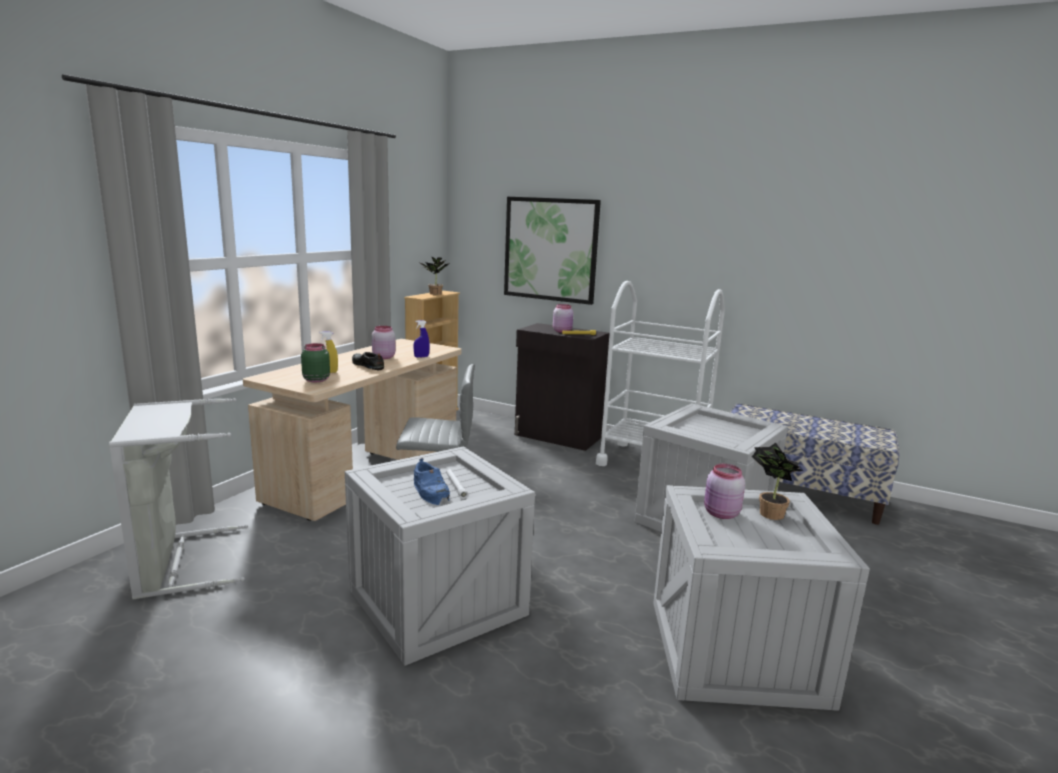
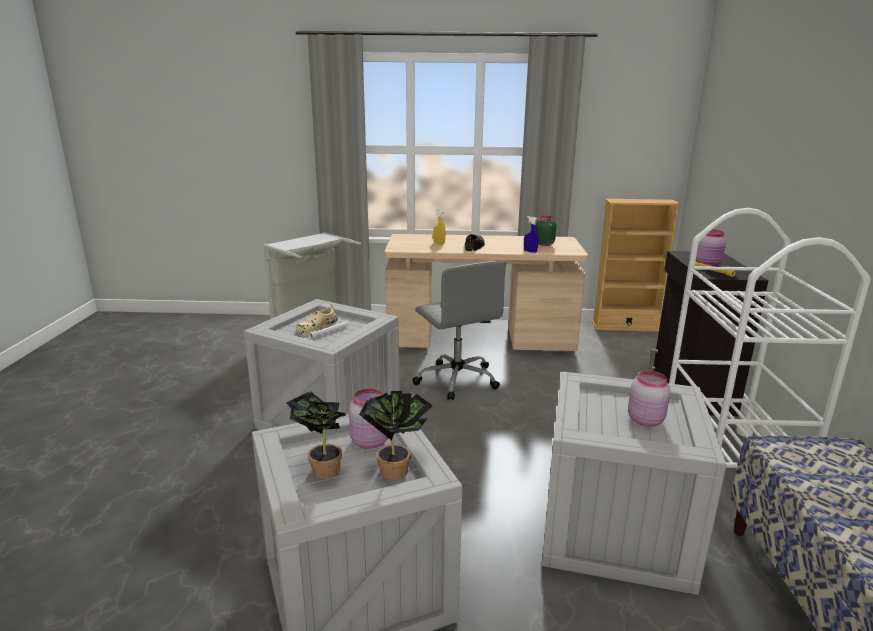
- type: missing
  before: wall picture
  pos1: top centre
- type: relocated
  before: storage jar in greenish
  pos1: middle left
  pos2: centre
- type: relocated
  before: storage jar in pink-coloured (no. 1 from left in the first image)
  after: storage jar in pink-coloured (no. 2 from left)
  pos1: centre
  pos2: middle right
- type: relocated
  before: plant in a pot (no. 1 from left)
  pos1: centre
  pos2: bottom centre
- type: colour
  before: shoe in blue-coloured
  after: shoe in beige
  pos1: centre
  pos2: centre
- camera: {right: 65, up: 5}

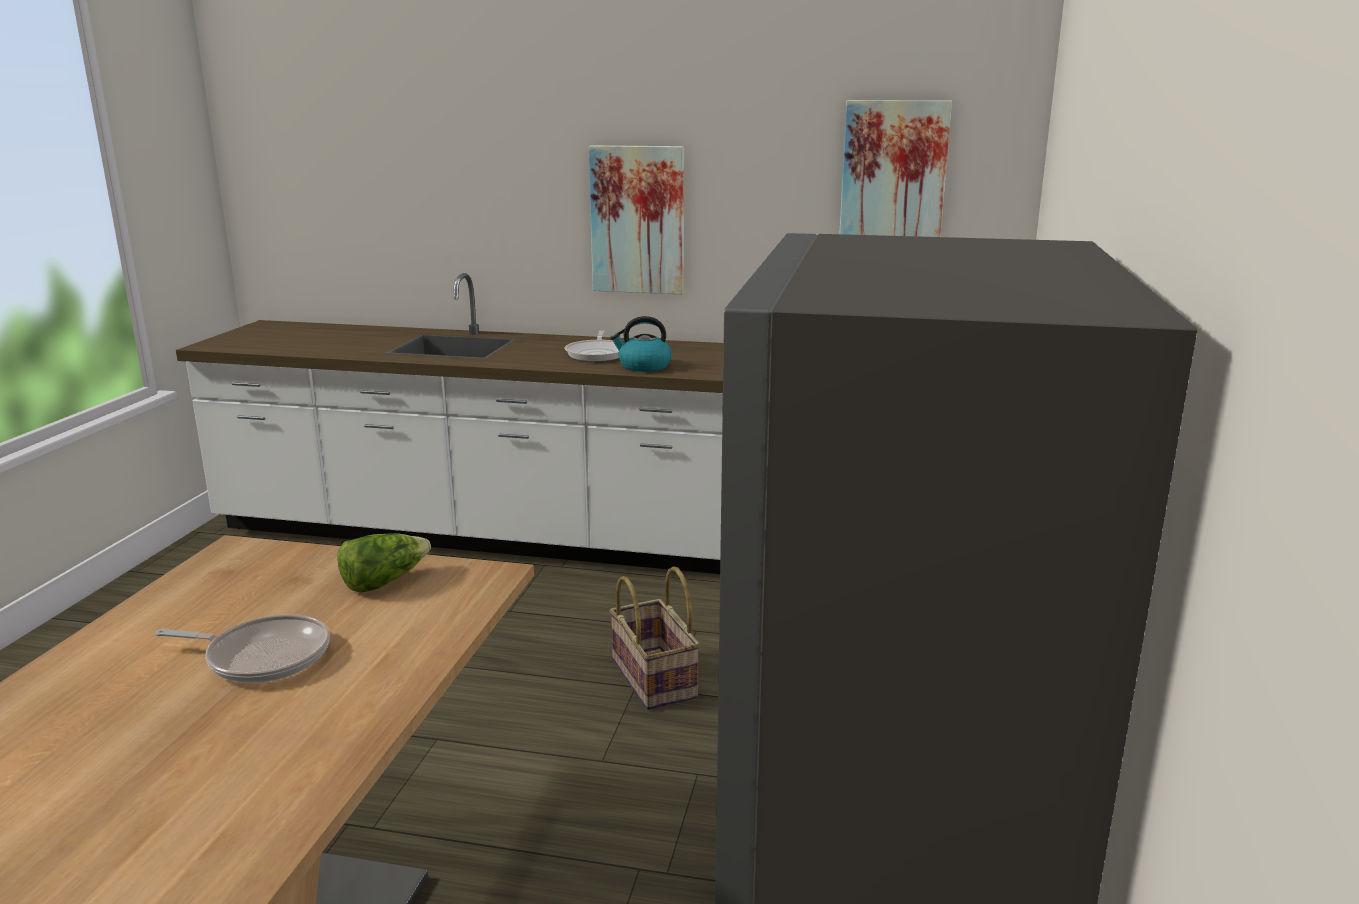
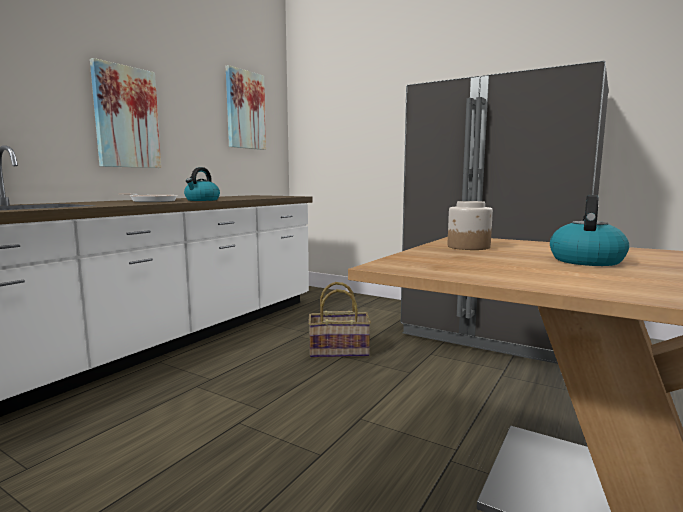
- type: exchanged
  before: frying pan (no. 1 from left)
  after: water kettle (no. 2 from left)
  pos1: bottom left
  pos2: middle right
- type: exchanged
  before: head of lettuce
  after: storage jar
  pos1: middle left
  pos2: middle right
- camera: {right: -70, up: -10}

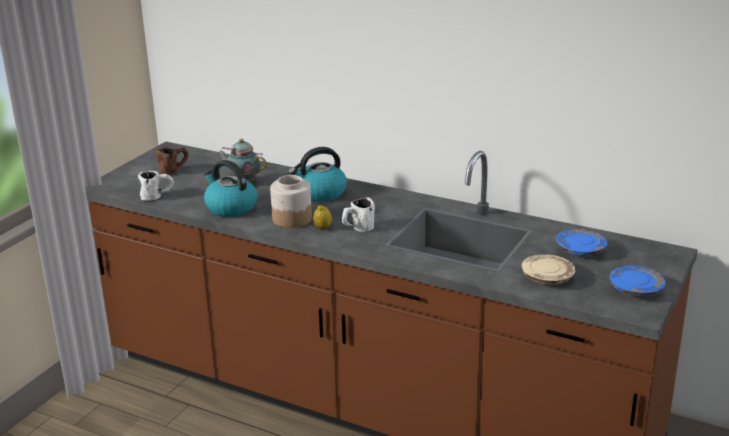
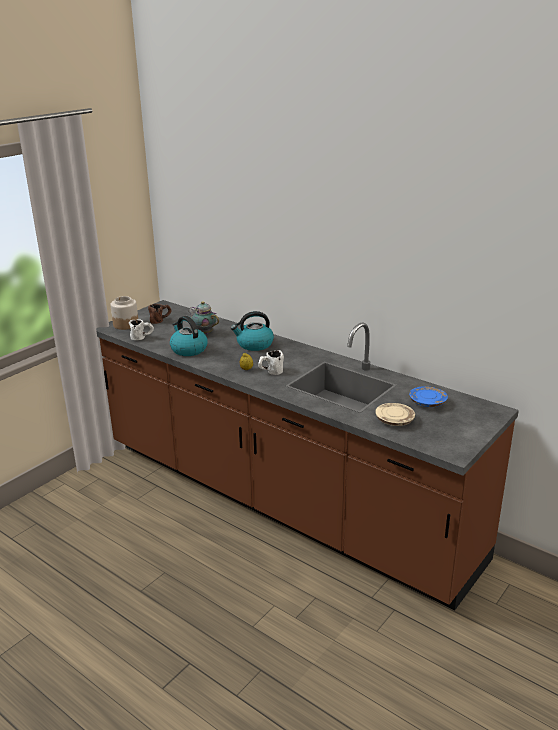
- type: missing
  before: plate in blue-coloured (no. 2 from left)
  pos1: middle right
- type: relocated
  before: storage jar
  pos1: centre
  pos2: middle left
- camera: {right: 10, up: 0}

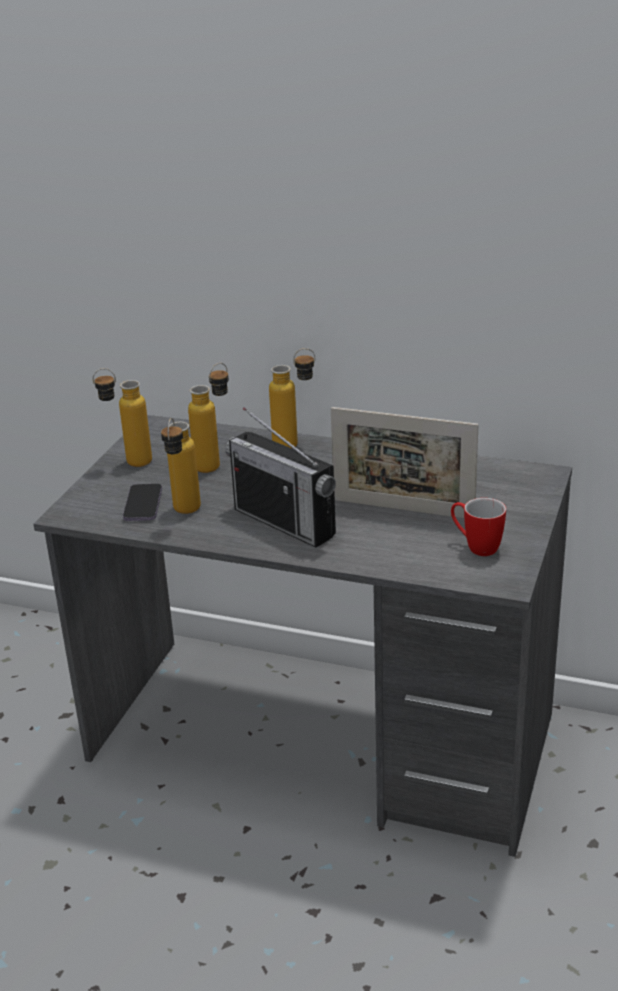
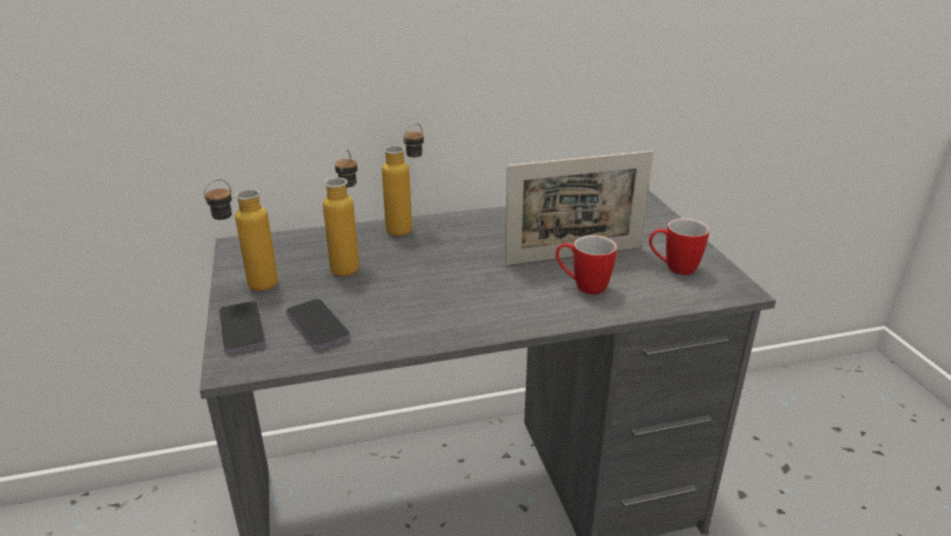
- type: missing
  before: bottle (no. 2 from left)
  pos1: middle left
- type: missing
  before: radio set
  pos1: centre
- type: appeared
  after: telephone (no. 1 from left)
  pos2: middle left
- type: appeared
  after: mug (no. 1 from left)
  pos2: centre
- camera: {right: -35, up: 0}

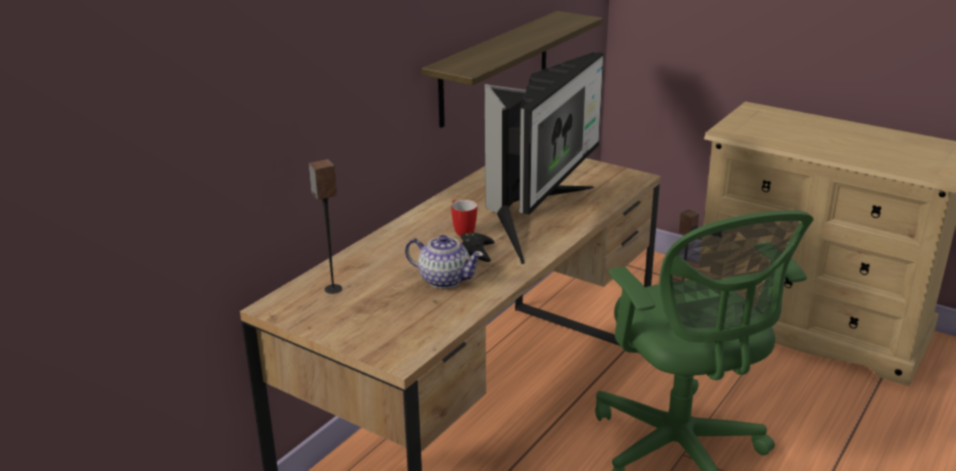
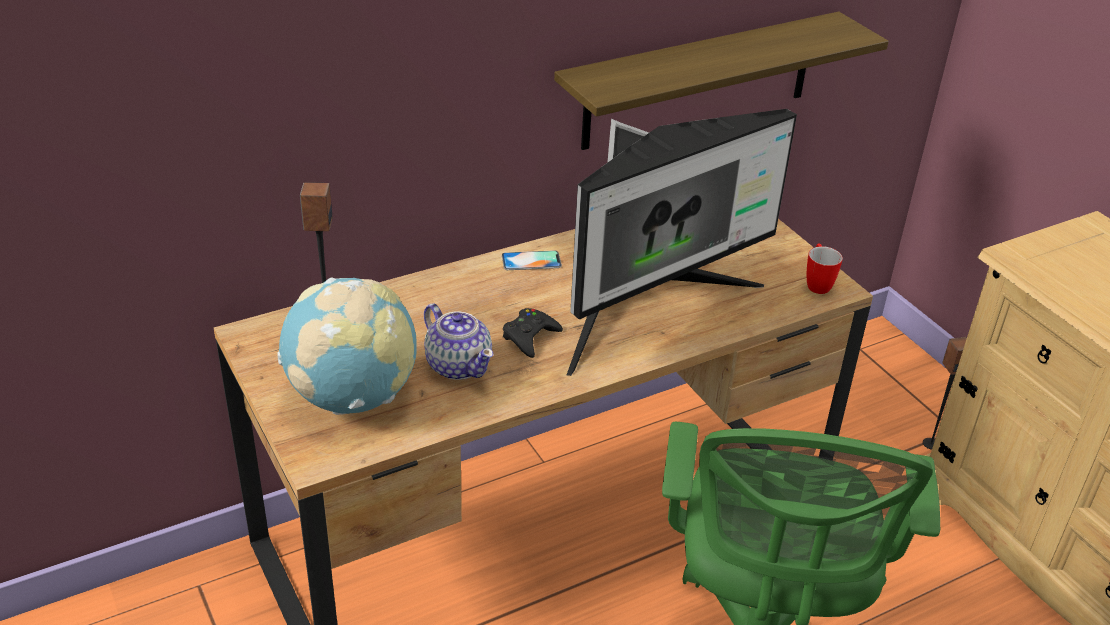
- type: appeared
  after: world globe
  pos2: middle left
- type: appeared
  after: telephone
  pos2: centre
- type: relocated
  before: mug
  pos1: centre
  pos2: middle right
- camera: {right: 25, up: 10}

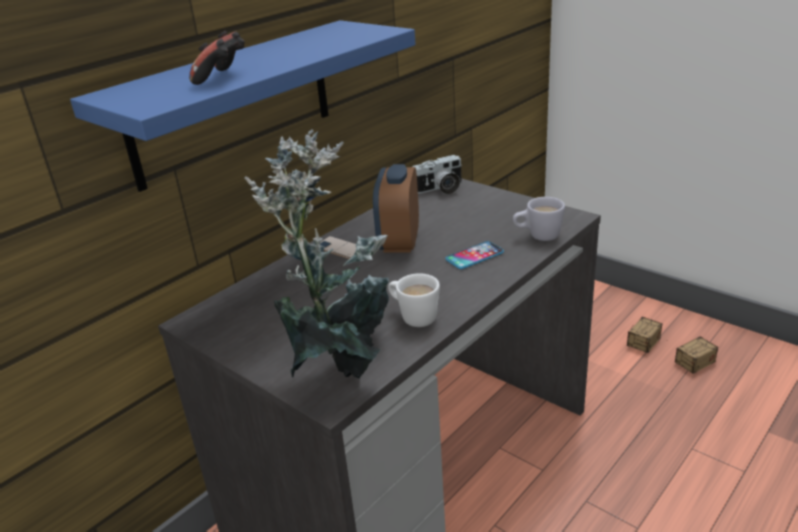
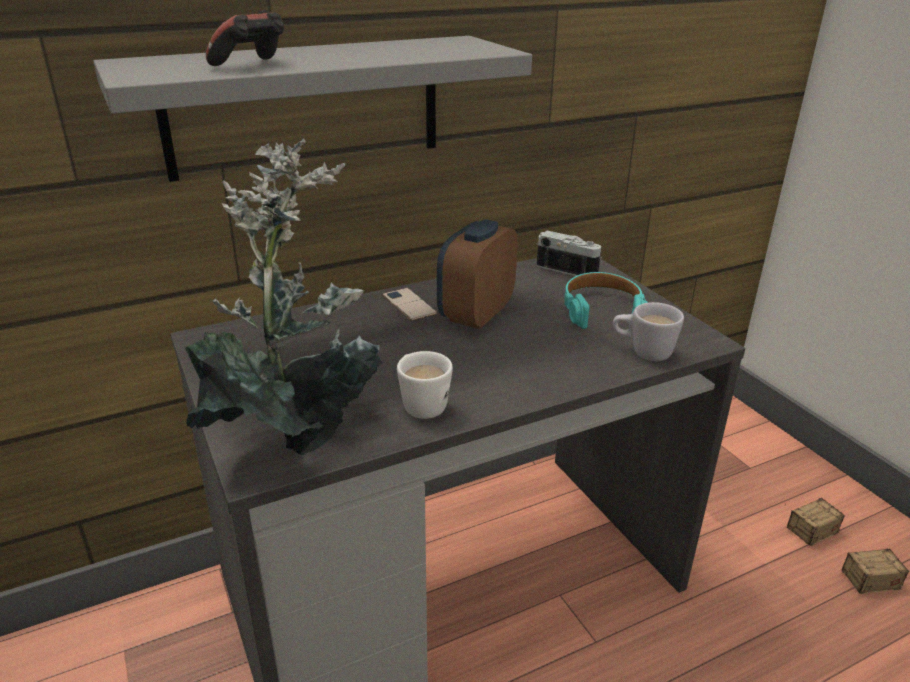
- type: missing
  before: telephone (no. 2 from left)
  pos1: centre
- type: appeared
  after: pair of headphones in blue-green
  pos2: centre
- type: colour
  before: bracket shelf in blue-coloured
  after: bracket shelf in gray
  pos1: top left
  pos2: top centre
- type: spun
  before: still camera
  pos1: top centre
  pos2: centre
  turn: -150
- camera: {right: 20, up: 0}

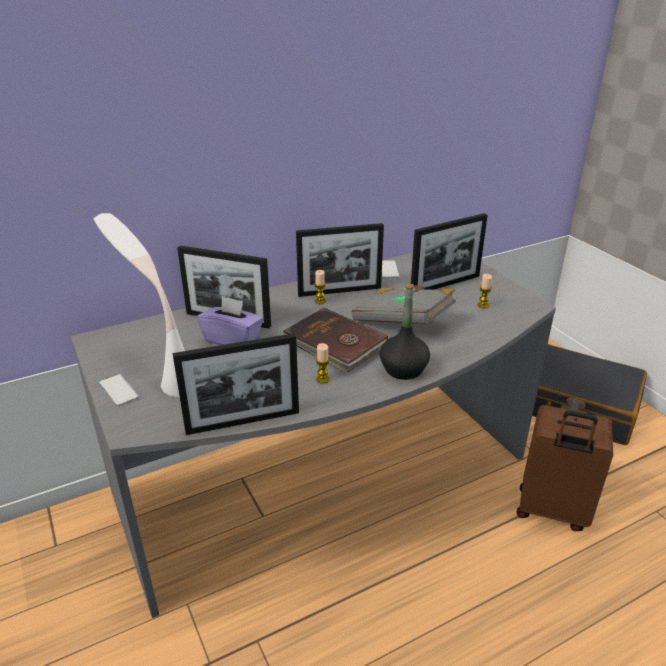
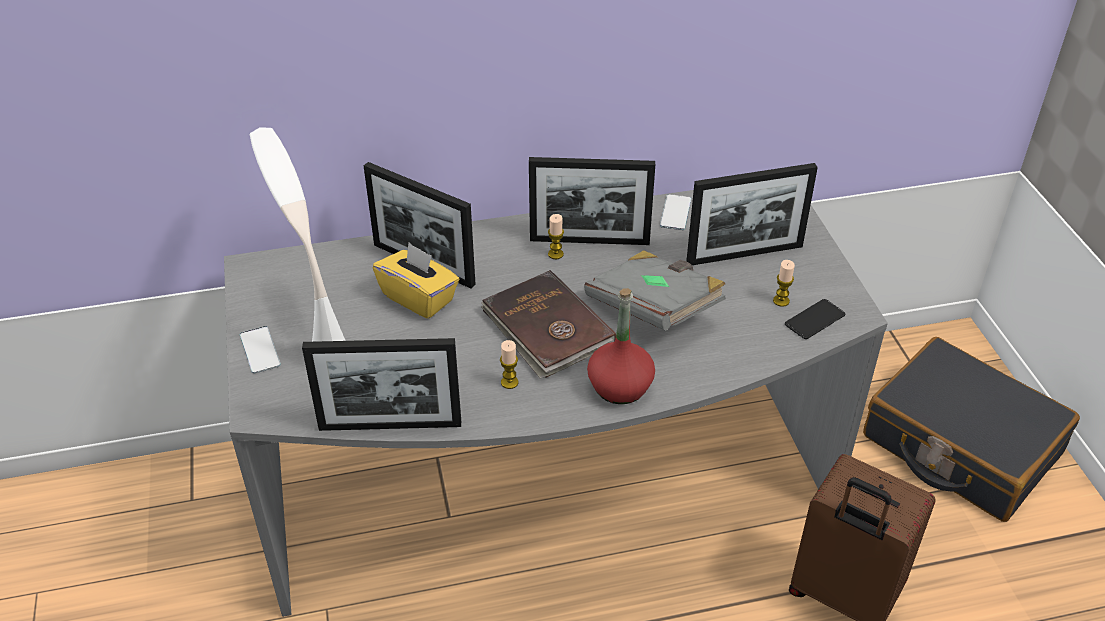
- type: appeared
  after: telephone (no. 3 from left)
  pos2: middle right
- type: colour
  before: tissue holder in purplish
  after: tissue holder in yellow
  pos1: centre
  pos2: centre
- type: colour
  before: bottle in black
  after: bottle in red
  pos1: centre
  pos2: centre
- camera: {right: 15, up: 10}

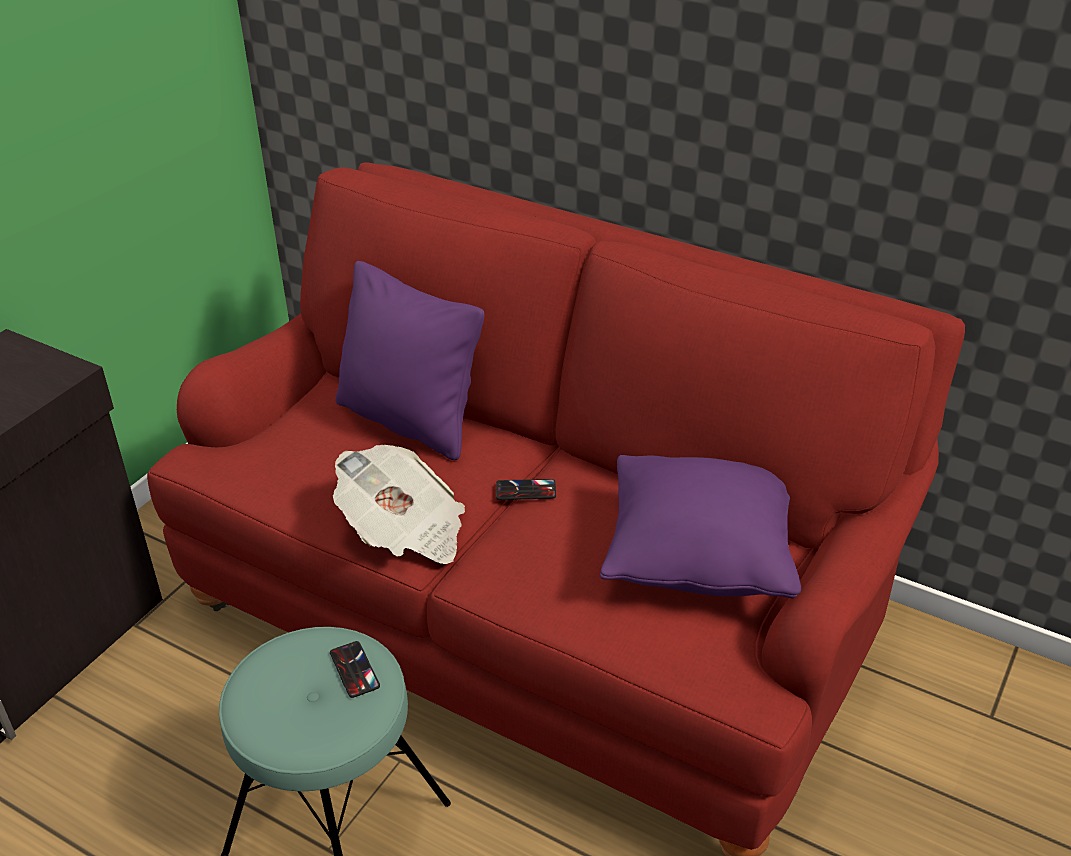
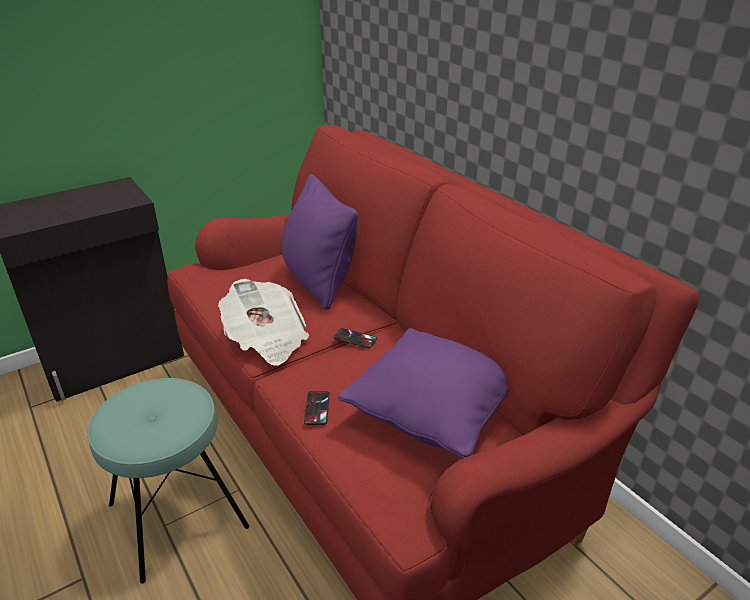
- type: relocated
  before: telephone (no. 1 from left)
  pos1: bottom left
  pos2: bottom centre
- camera: {right: 25, up: -5}

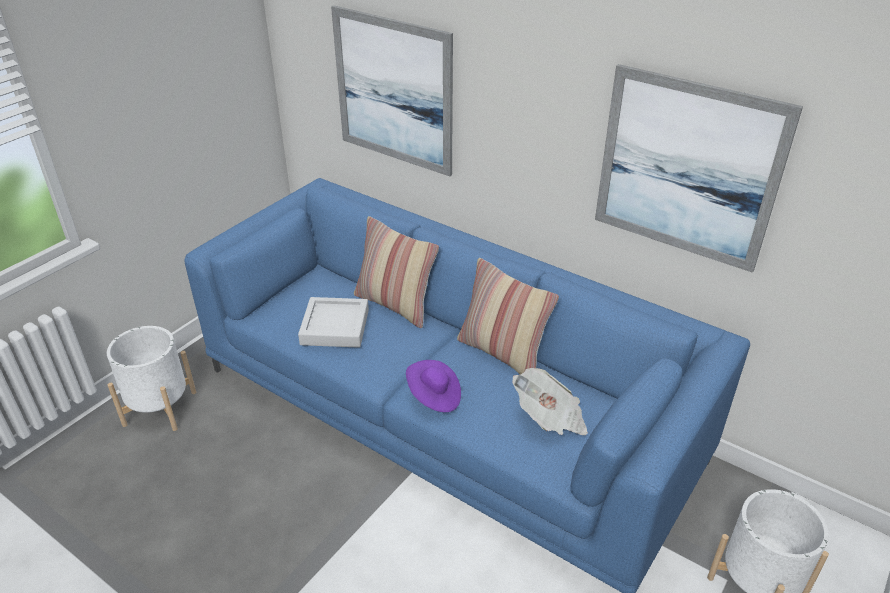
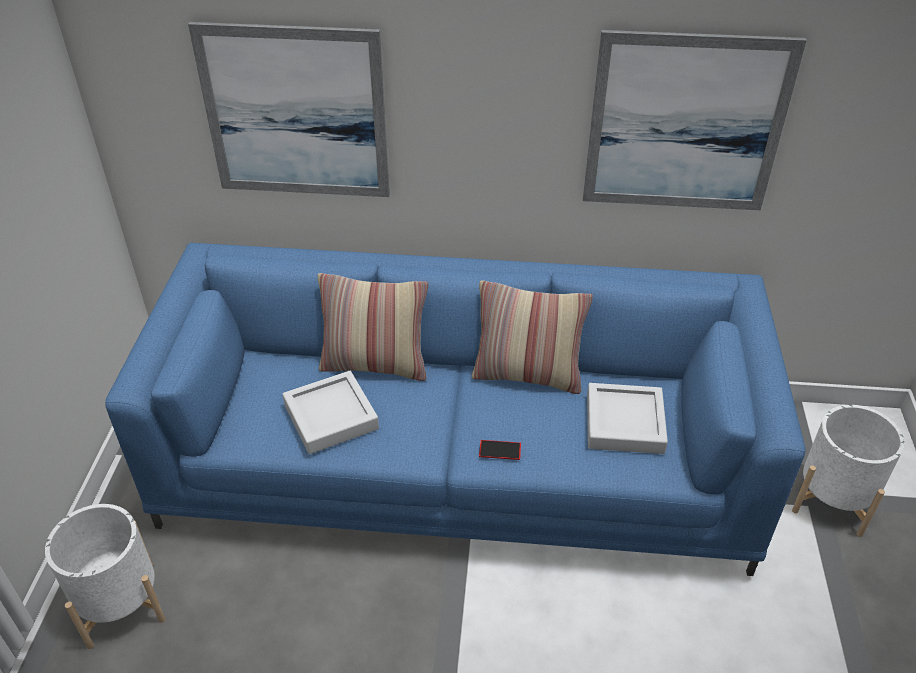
- type: exchanged
  before: clothing hat in purplish
  after: telephone
  pos1: centre
  pos2: bottom centre
- type: exchanged
  before: daily paper
  after: serving tray in gray (no. 2 from left)
  pos1: bottom centre
  pos2: middle right
- camera: {right: -30, up: 5}

